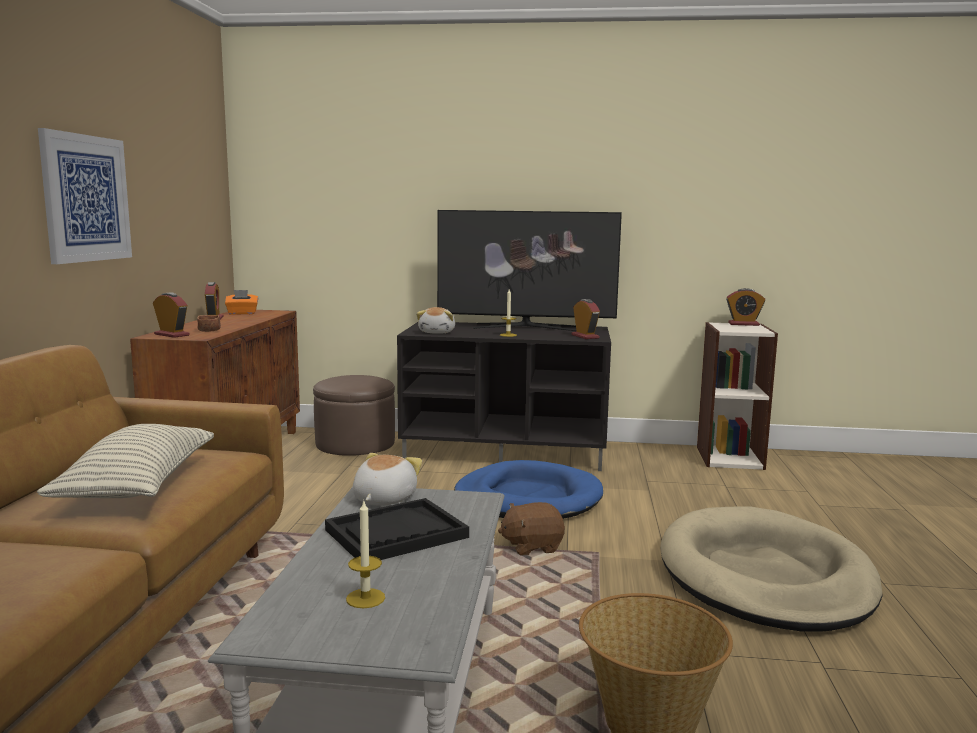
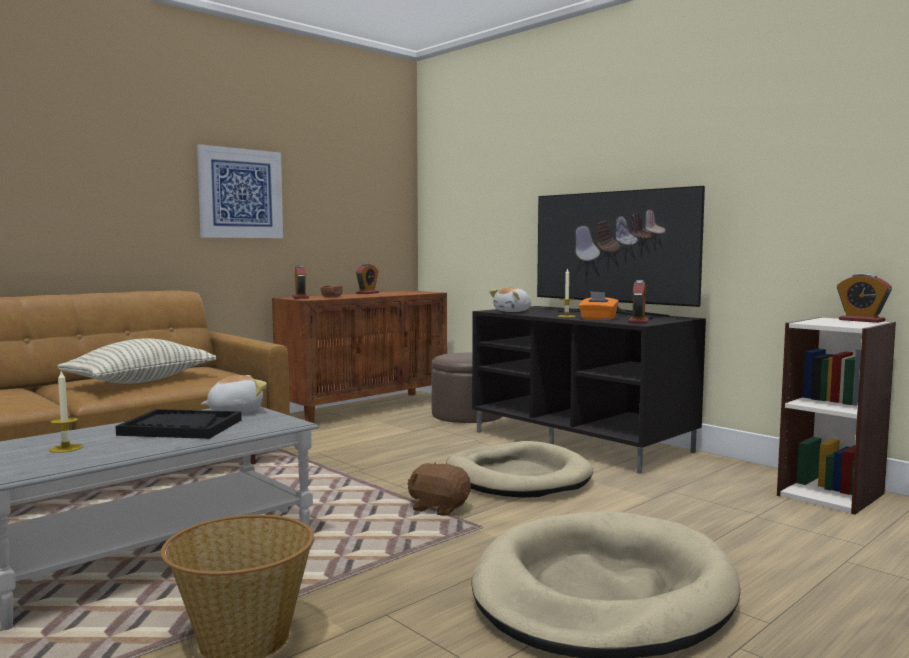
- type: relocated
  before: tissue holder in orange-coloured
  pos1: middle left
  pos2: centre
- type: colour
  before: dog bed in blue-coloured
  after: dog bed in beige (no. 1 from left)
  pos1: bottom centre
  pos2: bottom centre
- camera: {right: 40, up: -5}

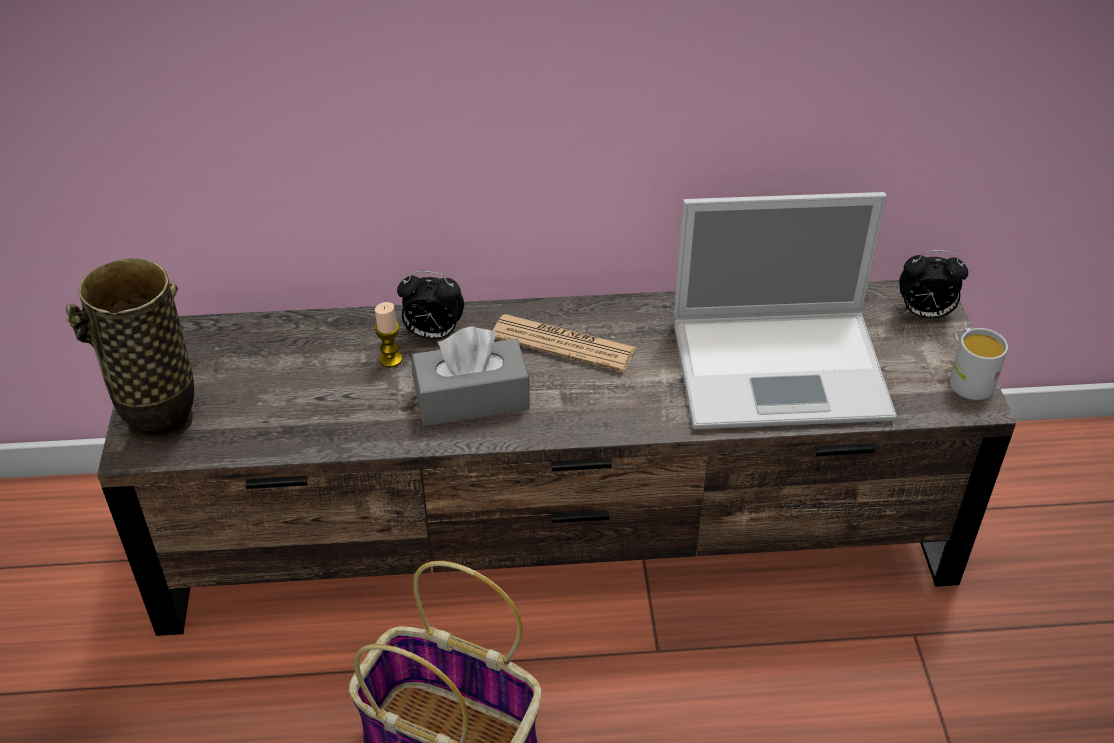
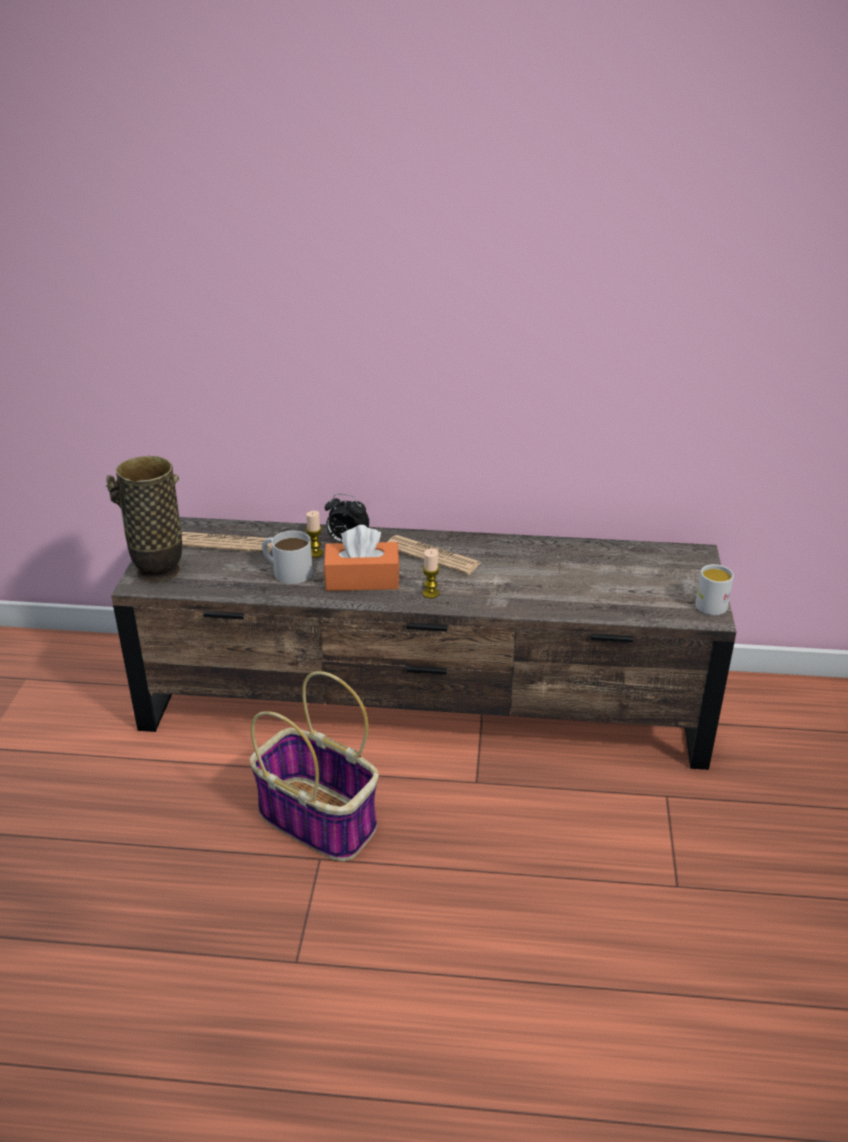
- type: missing
  before: notebook computer
  pos1: middle right
- type: missing
  before: alarm clock (no. 2 from left)
  pos1: middle right
- type: appeared
  after: daily paper (no. 1 from left)
  pos2: middle left
- type: appeared
  after: mug in white (no. 1 from left)
  pos2: centre
- type: appeared
  after: wax light (no. 2 from left)
  pos2: centre
- type: colour
  before: tissue holder in gray
  after: tissue holder in orange-coloured
  pos1: centre
  pos2: centre
- camera: {right: 10, up: -10}

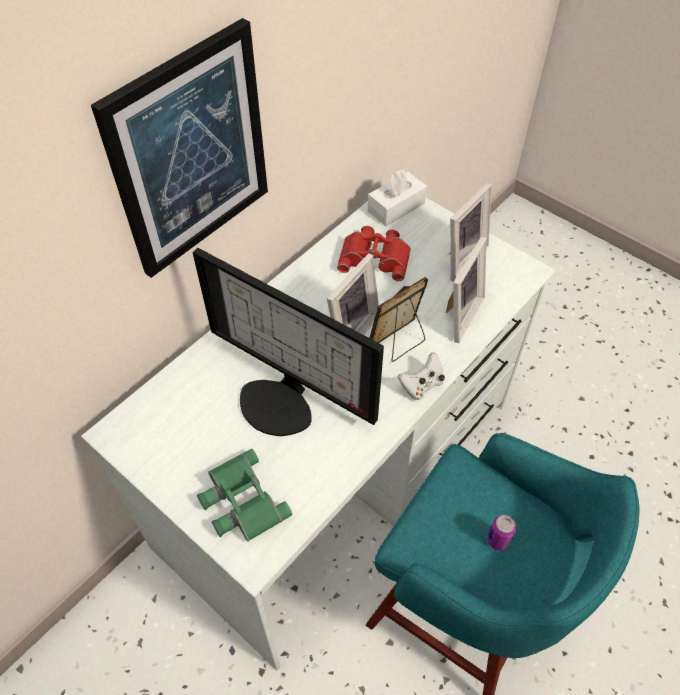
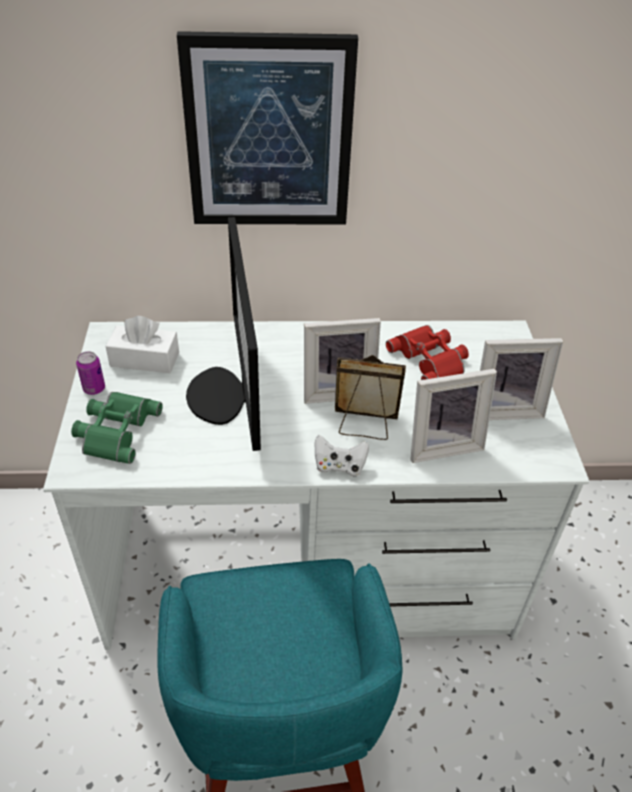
- type: relocated
  before: tissue holder in white
  pos1: top centre
  pos2: middle left
- type: relocated
  before: can
  pos1: bottom right
  pos2: middle left
- camera: {right: 45, up: -10}

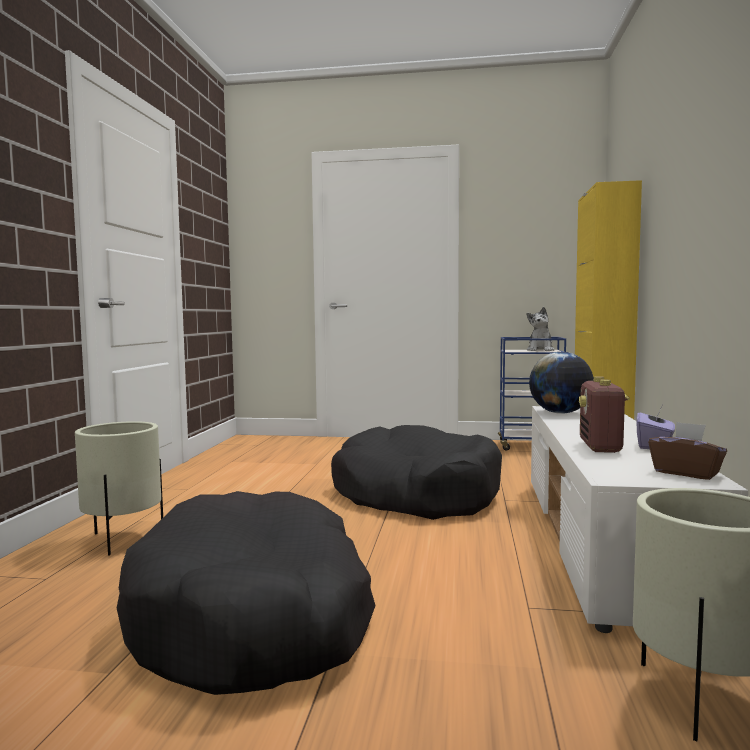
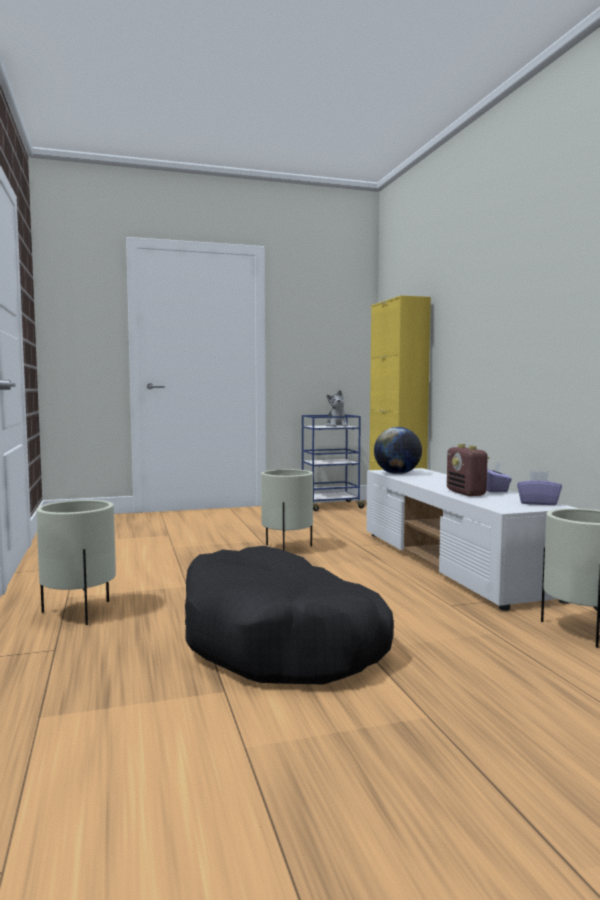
- type: exchanged
  before: dog bed in black (no. 2 from left)
  after: plant pot in beige (no. 2 from left)
  pos1: centre
  pos2: centre
- type: colour
  before: tissue holder in brown
  after: tissue holder in purplish (no. 2 from left)
  pos1: middle right
  pos2: middle right
- camera: {right: -25, up: 0}

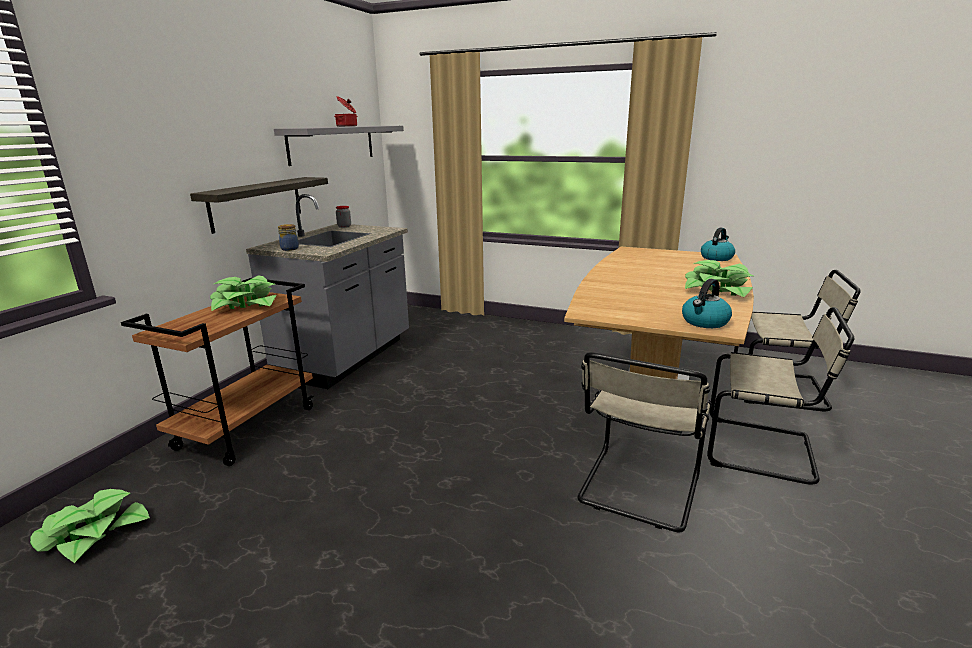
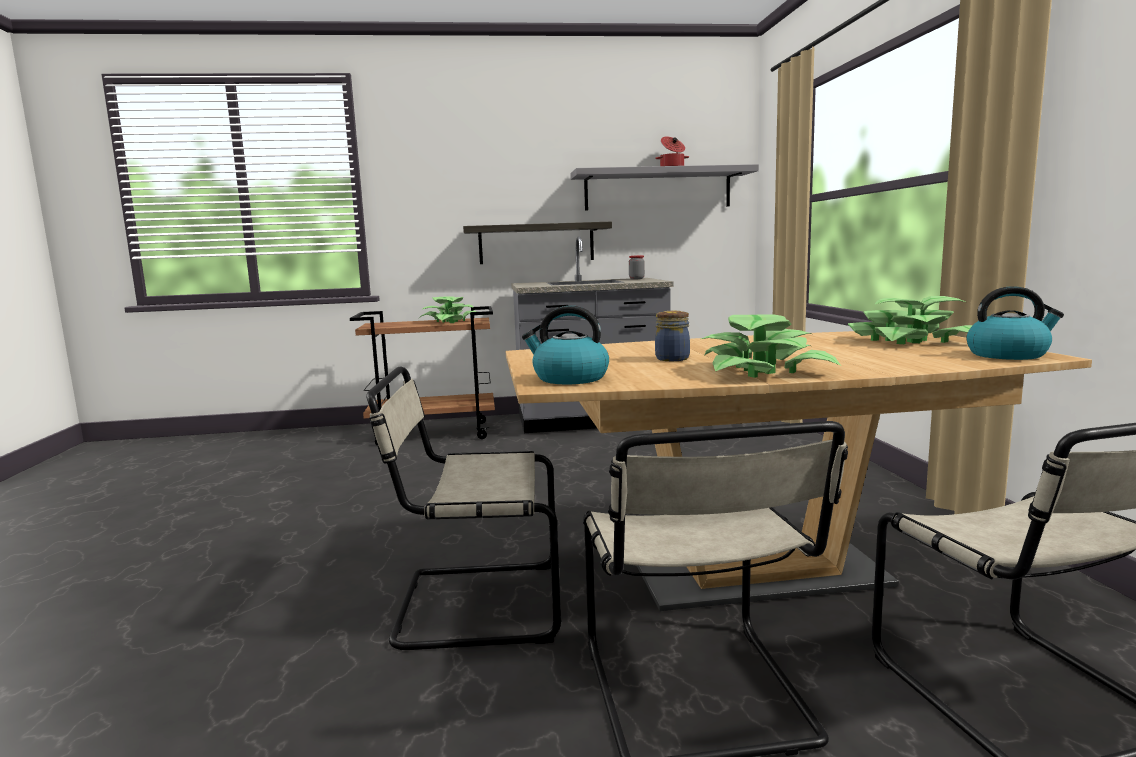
- type: relocated
  before: plant in a pot (no. 1 from left in the first image)
  after: plant in a pot (no. 3 from left)
  pos1: bottom left
  pos2: middle right
- type: relocated
  before: storage jar (no. 1 from left in the first image)
  after: storage jar (no. 2 from left)
  pos1: middle left
  pos2: centre
- camera: {right: 60, up: -10}

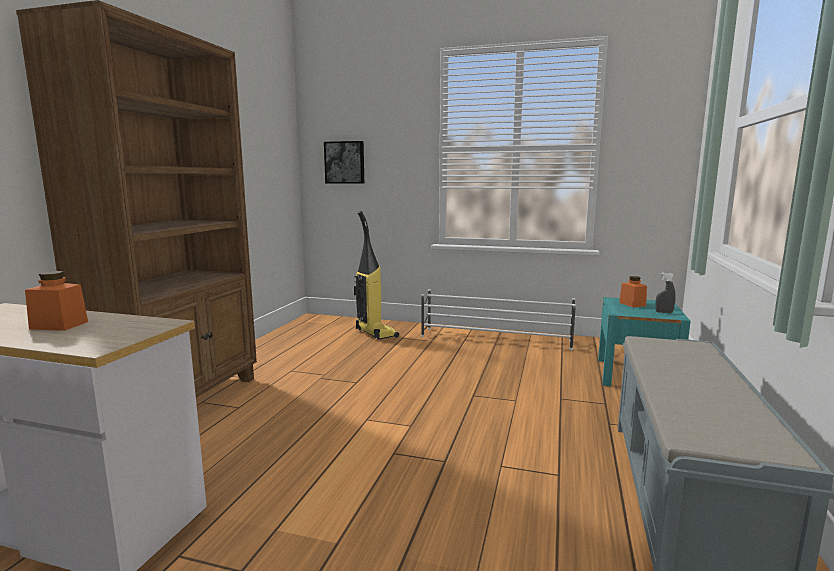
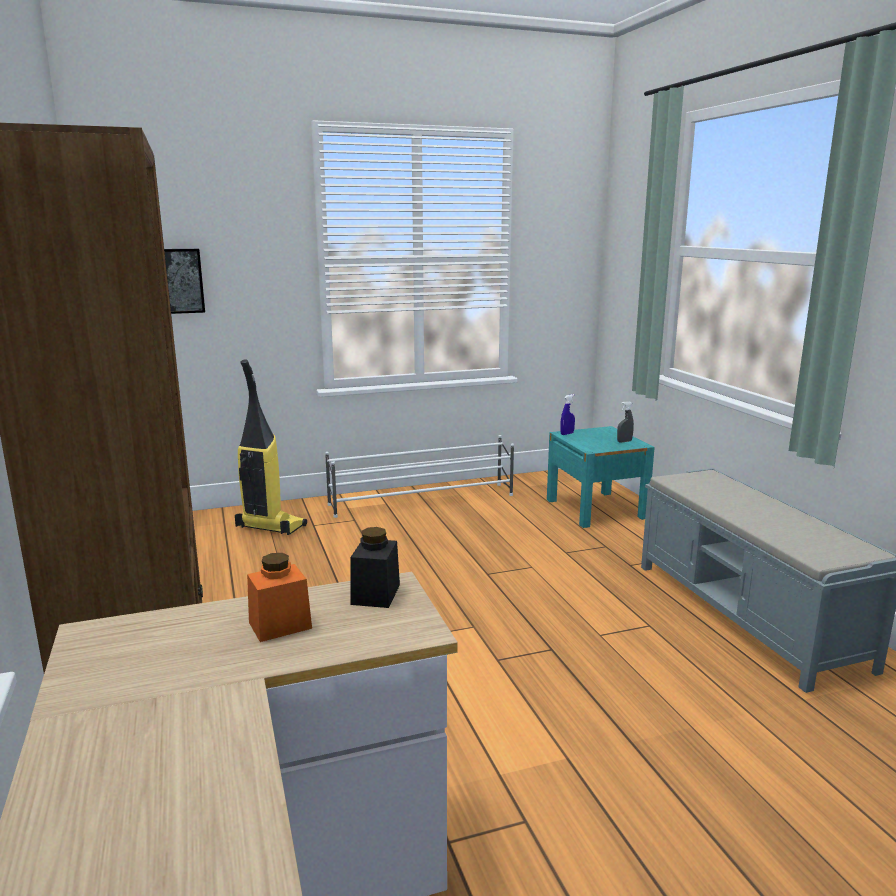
- type: missing
  before: storage jar in orange-coloured (no. 2 from left)
  pos1: middle right
- type: appeared
  after: storage jar in black
  pos2: centre
- type: appeared
  after: hand sprayer in blue-coloured
  pos2: centre
- camera: {right: -35, up: 5}

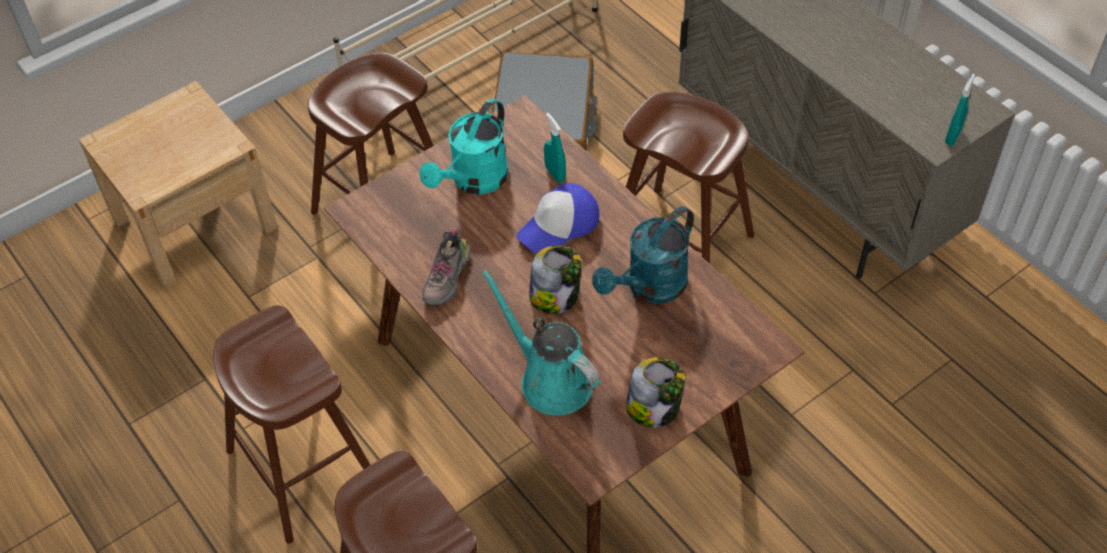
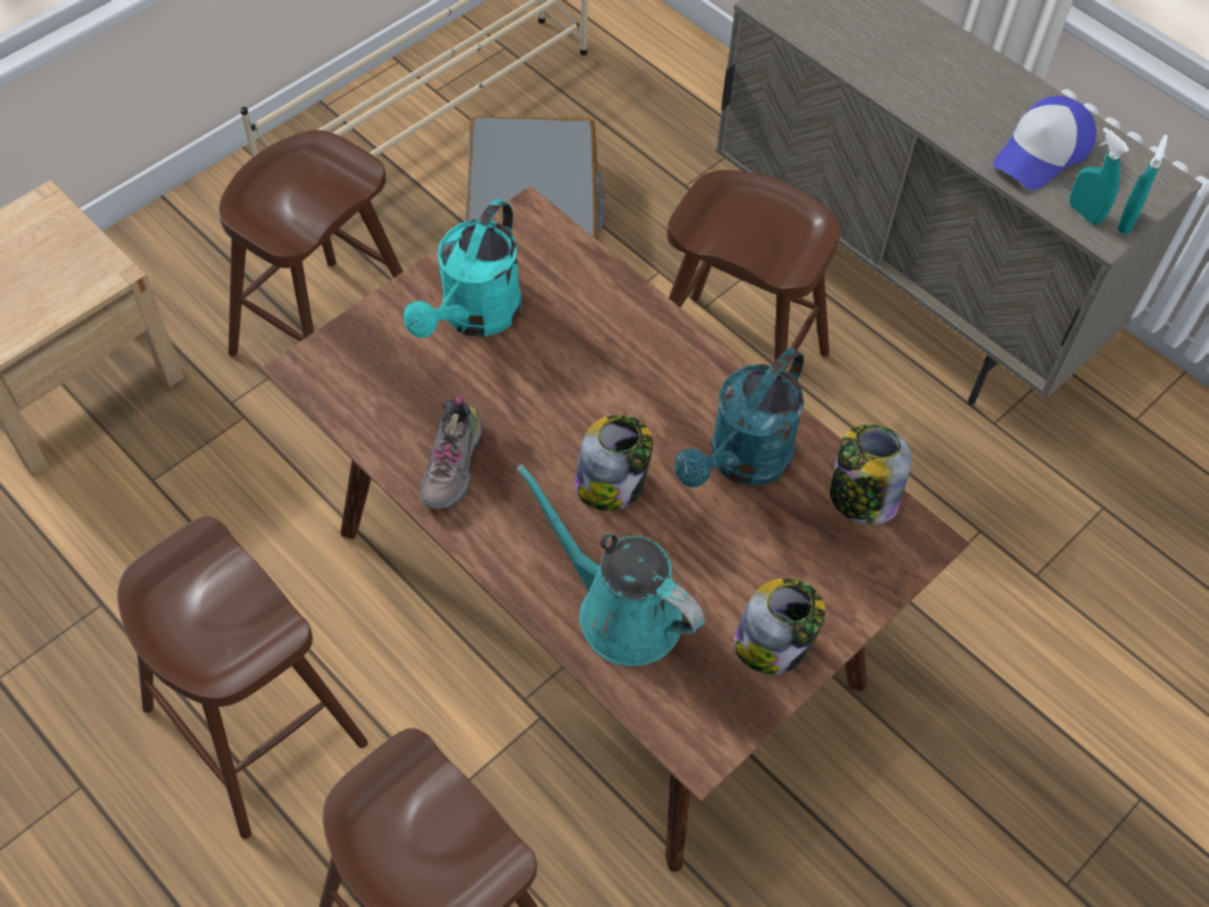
- type: appeared
  after: storage jar (no. 3 from left)
  pos2: middle right
- type: relocated
  before: cap
  pos1: centre
  pos2: top right
- type: relocated
  before: hand sprayer in blue-green (no. 1 from left)
  pos1: top centre
  pos2: top right
- camera: {right: -10, up: 5}

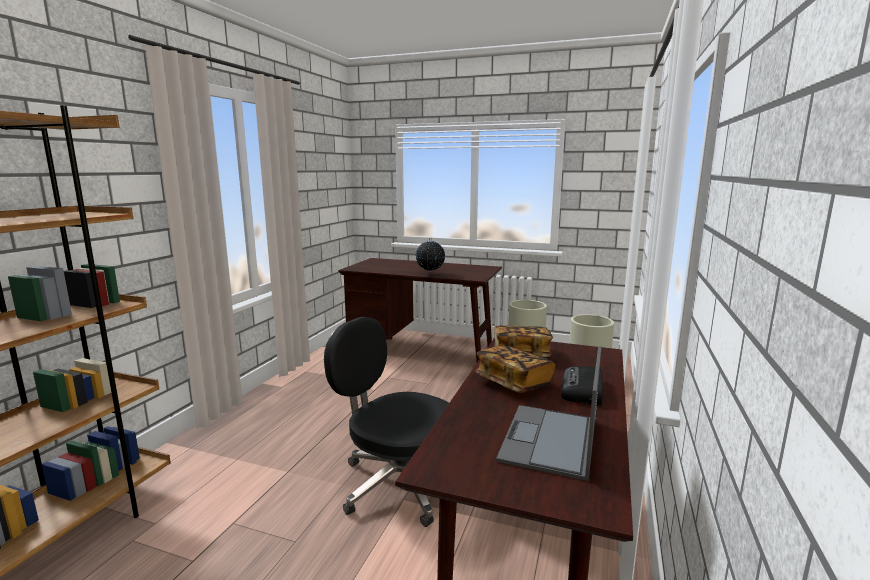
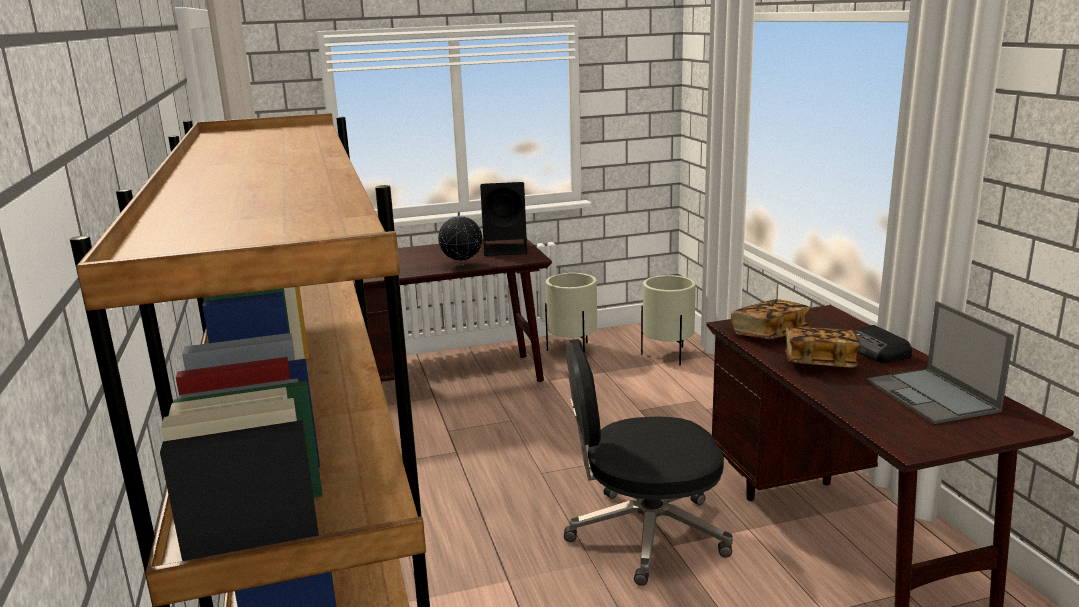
- type: appeared
  after: audio speaker in black
  pos2: centre
- camera: {right: -35, up: 5}

